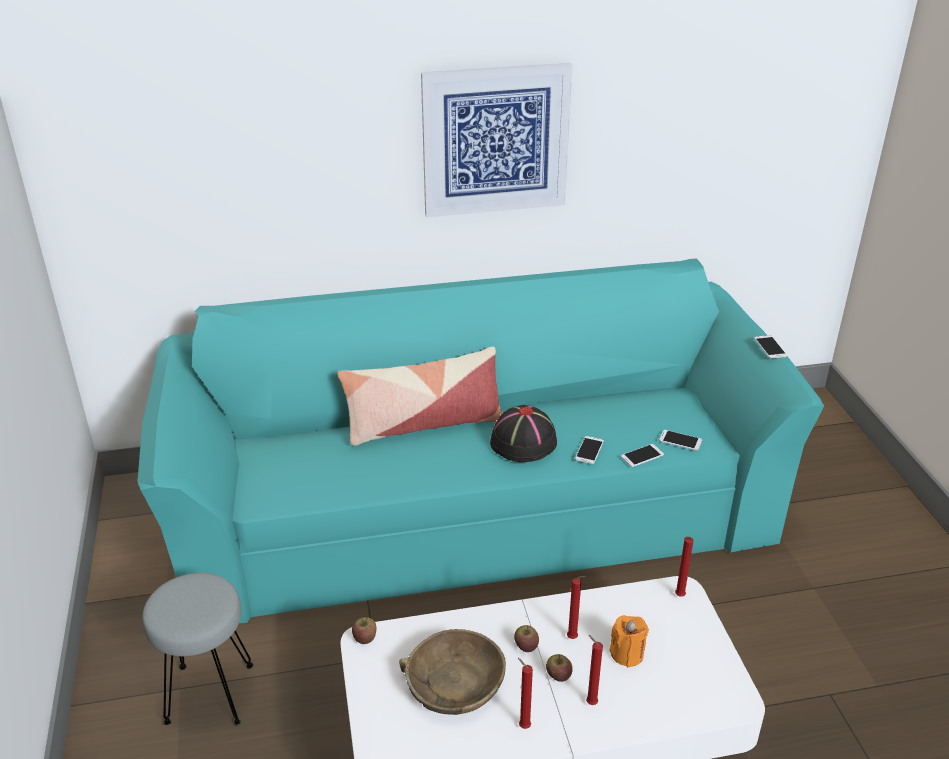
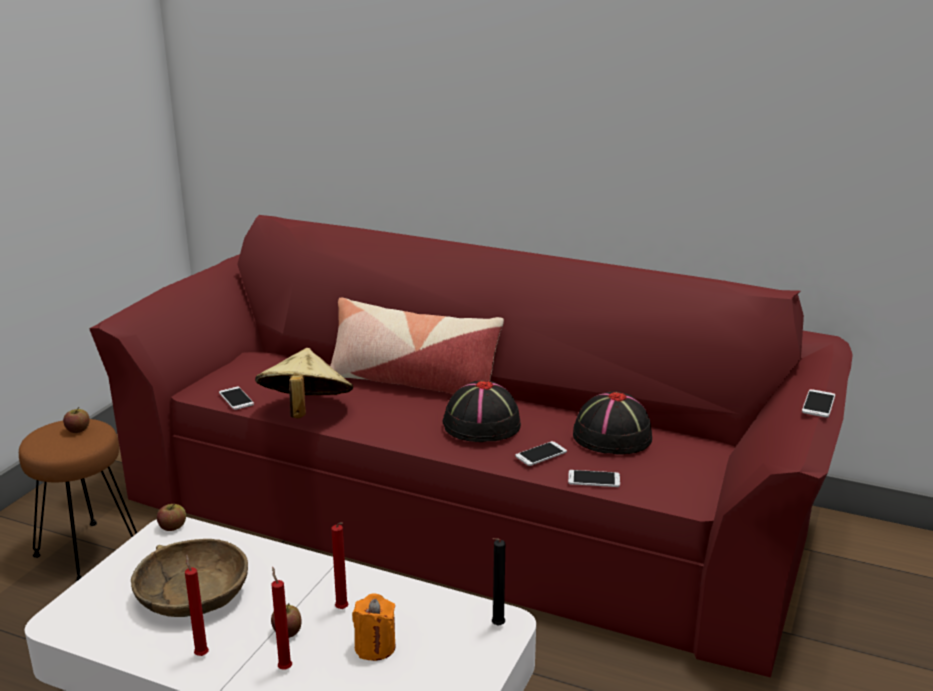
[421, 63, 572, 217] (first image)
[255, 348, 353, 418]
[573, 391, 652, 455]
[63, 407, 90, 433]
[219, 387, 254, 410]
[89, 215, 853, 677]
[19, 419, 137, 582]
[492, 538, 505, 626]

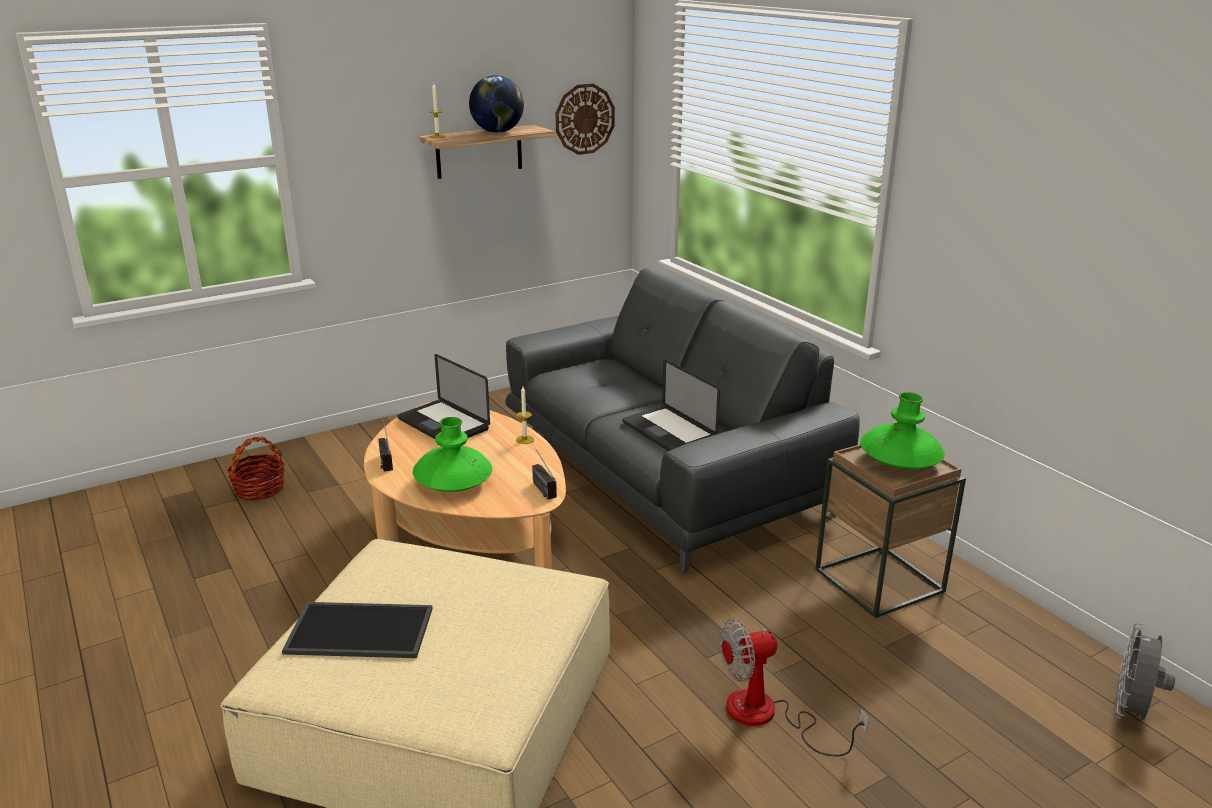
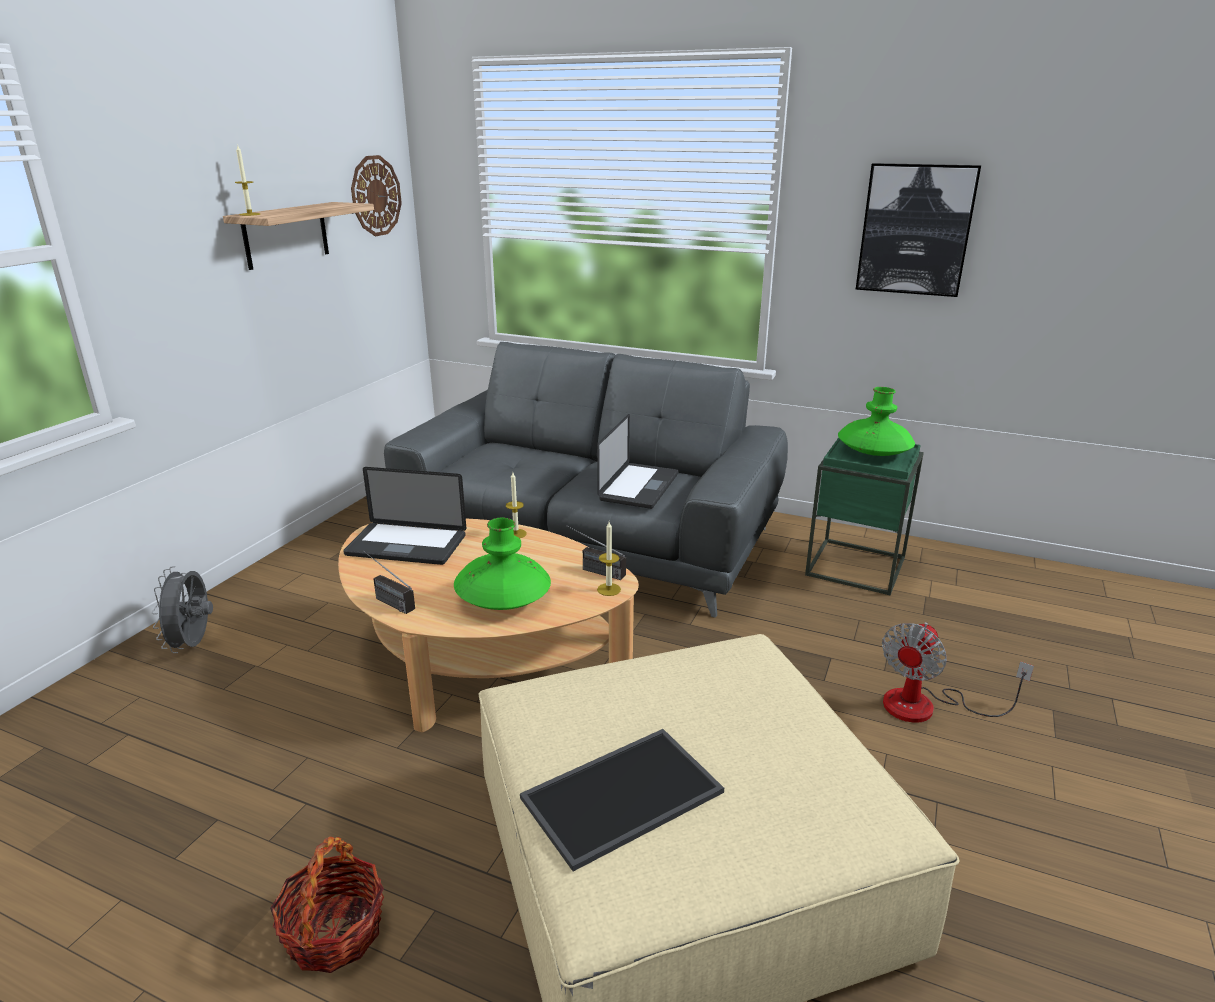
[469, 75, 524, 133] (first image)
[597, 522, 621, 596]
[856, 163, 981, 297]
[270, 837, 384, 973]
[152, 566, 213, 653]
[805, 437, 924, 595]
[597, 414, 678, 509]

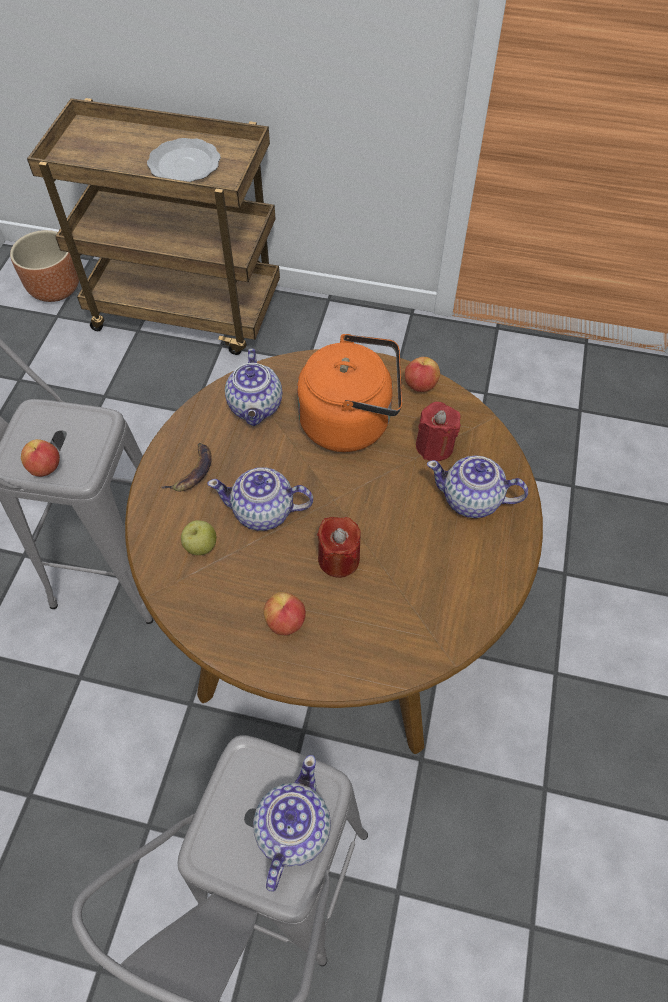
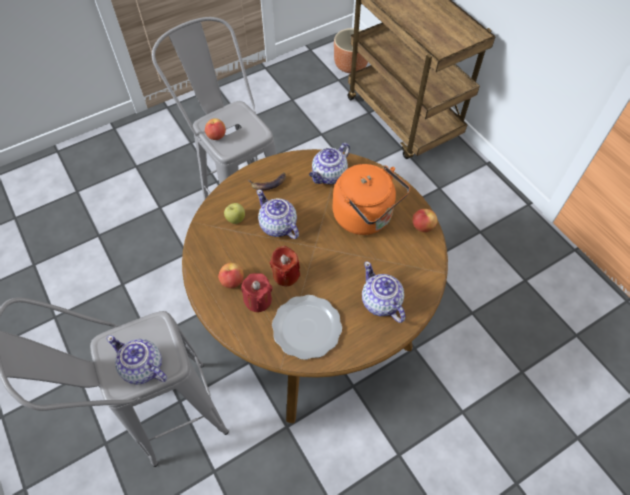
[272, 295, 342, 360]
[241, 273, 272, 312]
[107, 336, 167, 385]

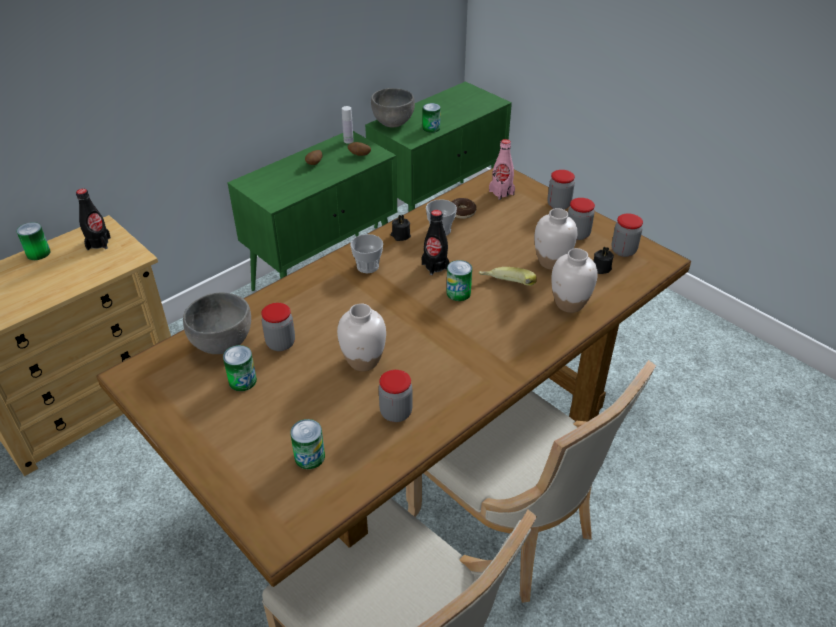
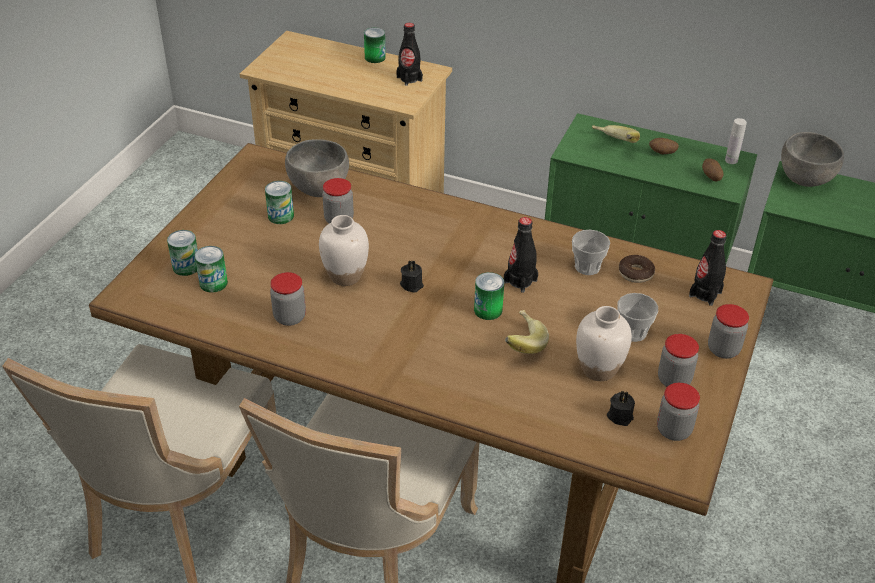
[551, 248, 598, 313] (first image)
[592, 125, 640, 143]
[618, 293, 658, 342]
[400, 260, 424, 293]
[167, 230, 198, 276]
[689, 230, 727, 306]

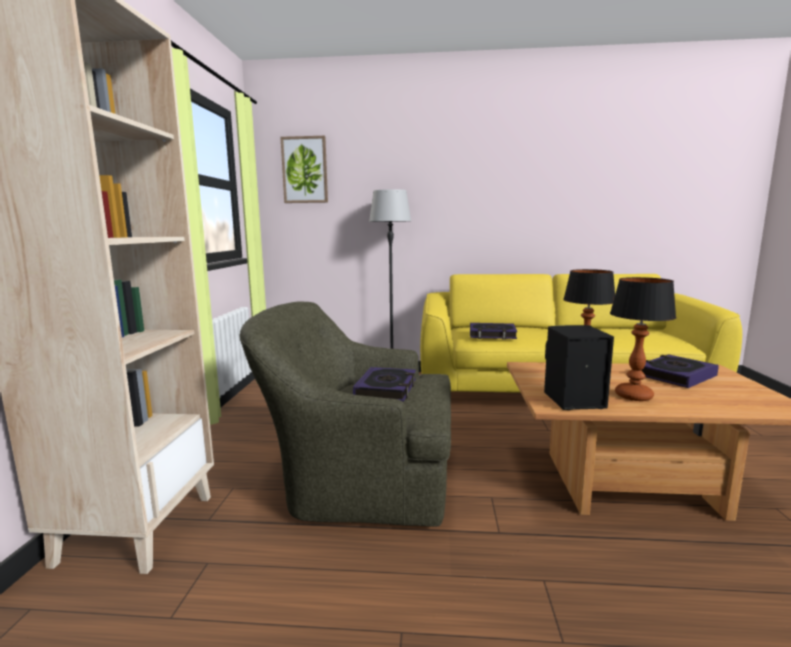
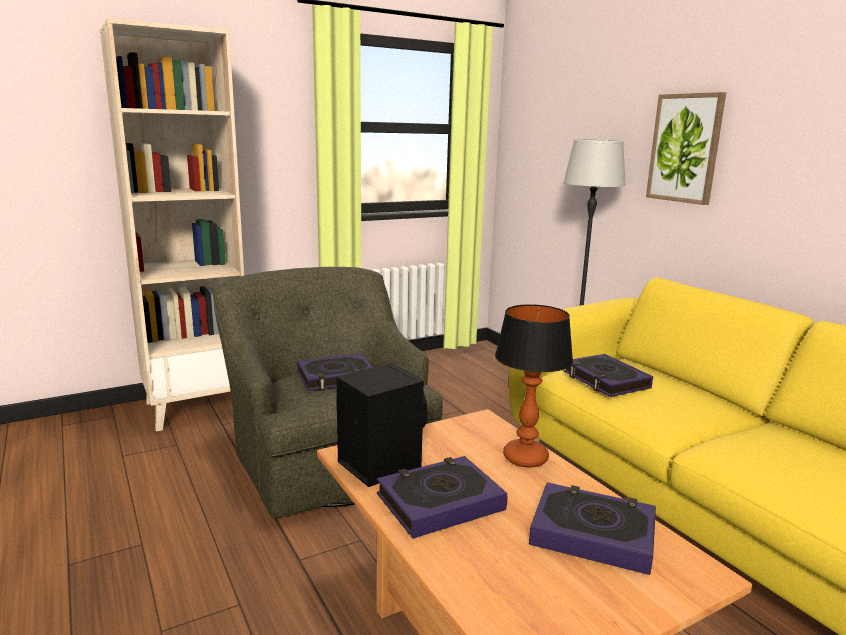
[646, 92, 726, 205]
[377, 456, 508, 538]

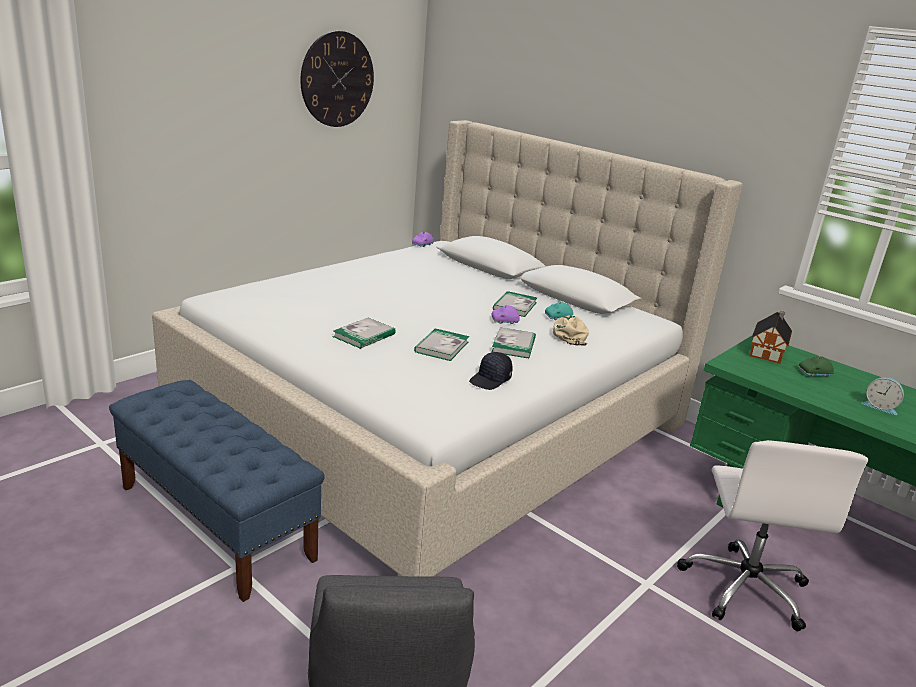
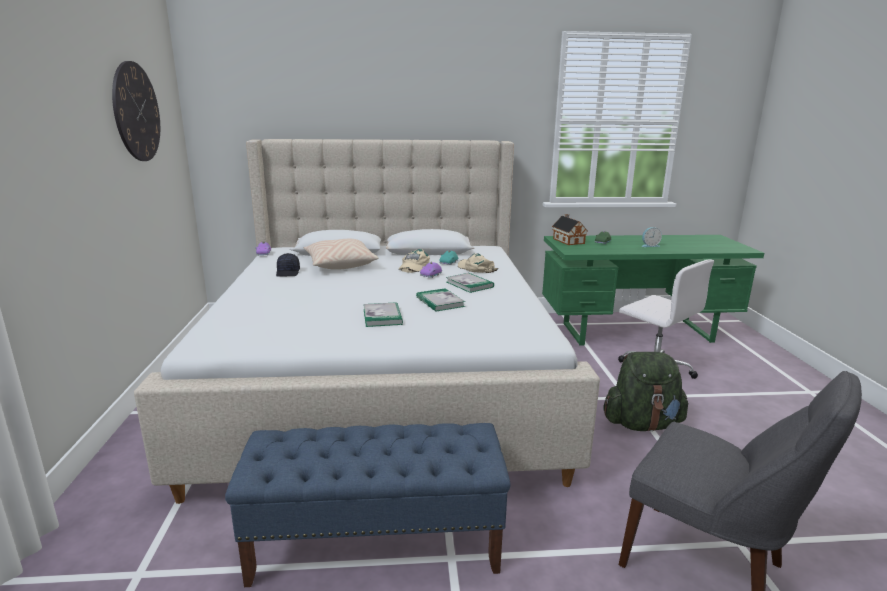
[304, 239, 378, 270]
[603, 352, 689, 431]
[276, 253, 300, 277]
[399, 249, 430, 273]

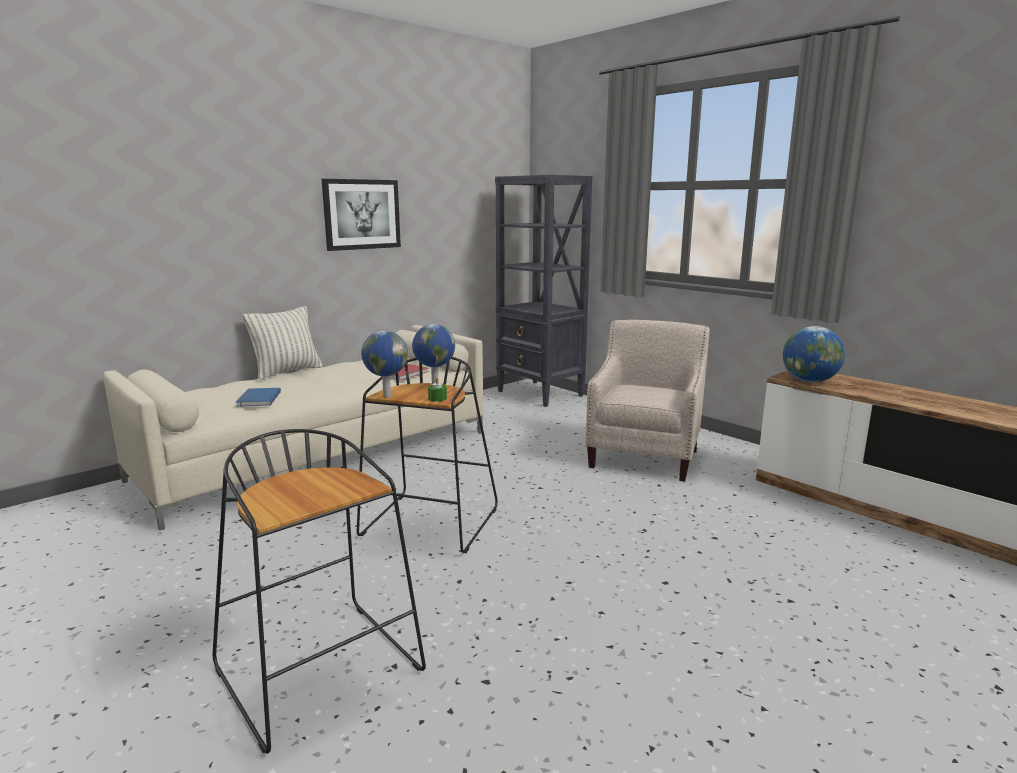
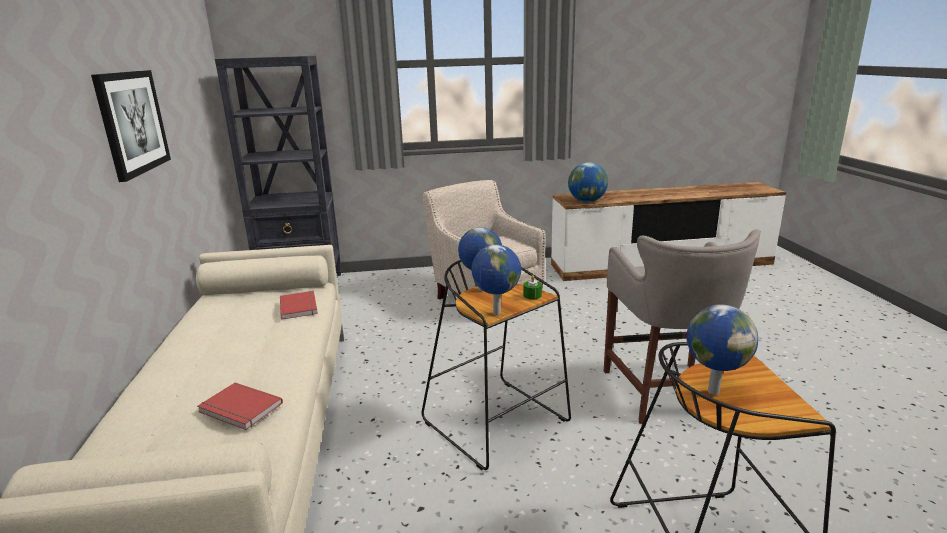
[243, 306, 322, 380] (first image)
[604, 229, 761, 424]
[686, 304, 758, 395]
[197, 383, 283, 430]

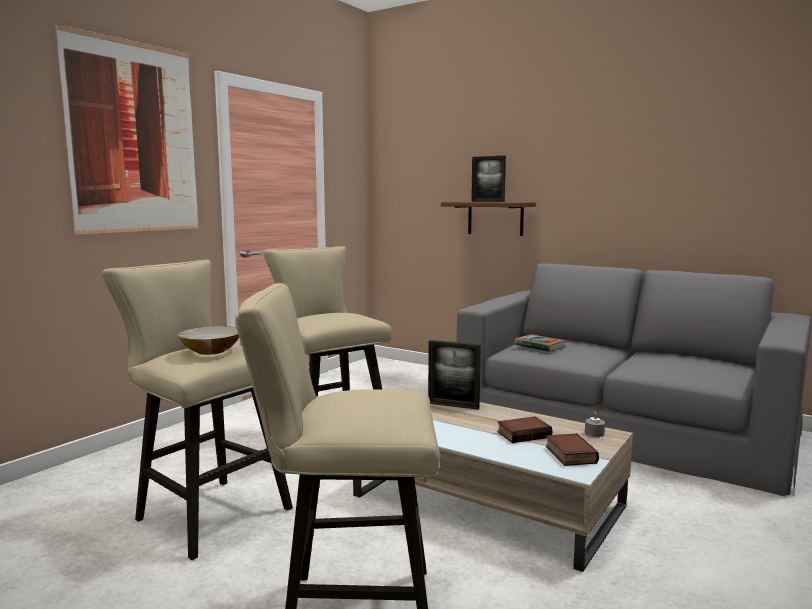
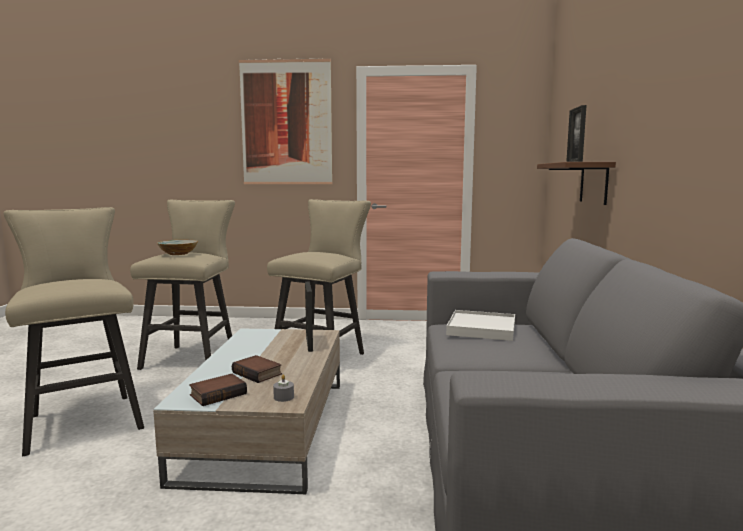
[446, 310, 515, 341]

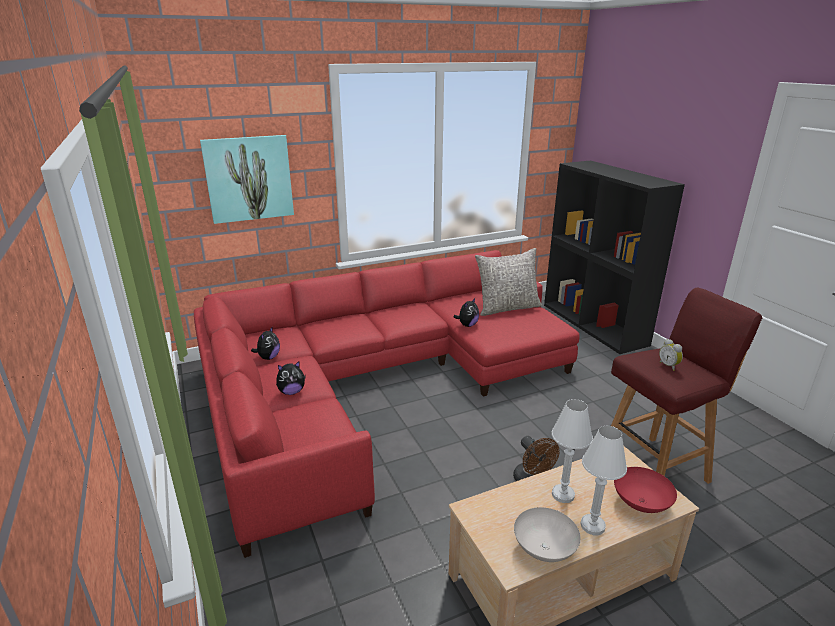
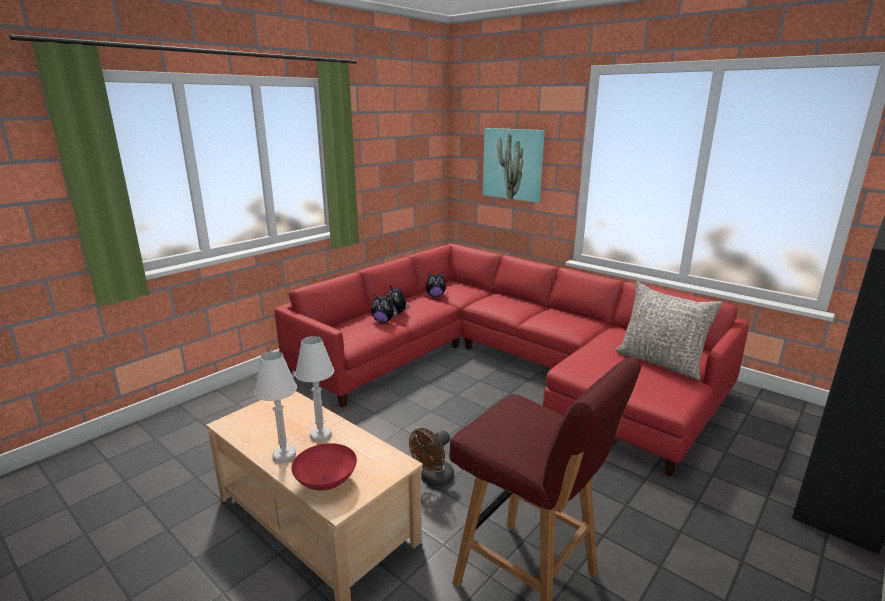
[514, 507, 581, 562] (first image)
[659, 339, 683, 371] (first image)
[371, 294, 398, 323]

